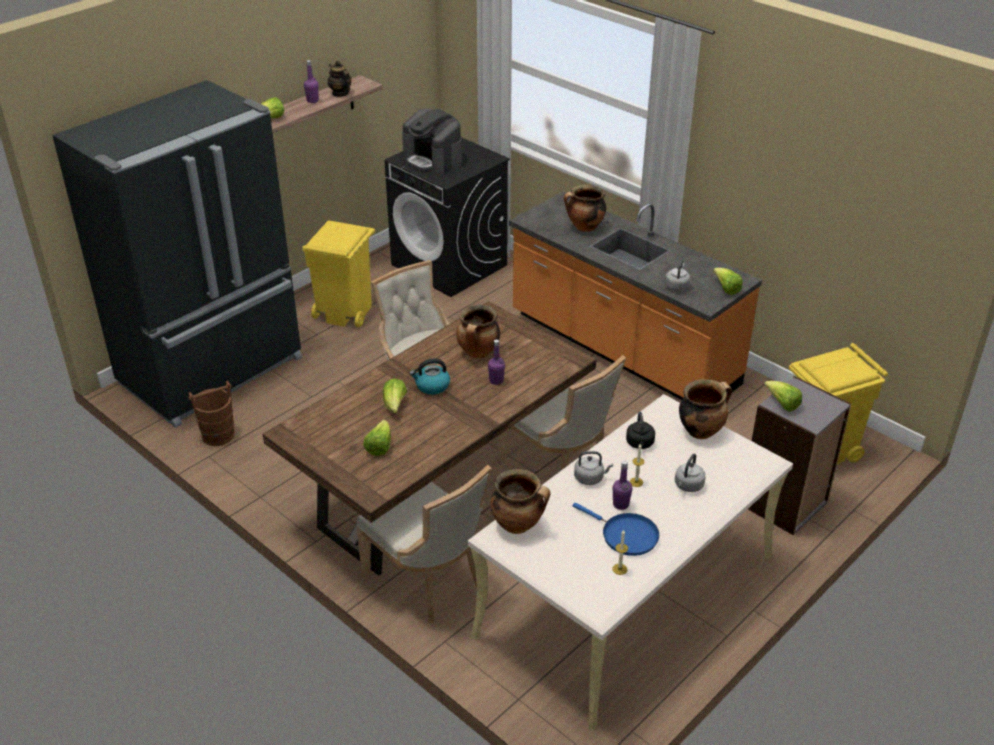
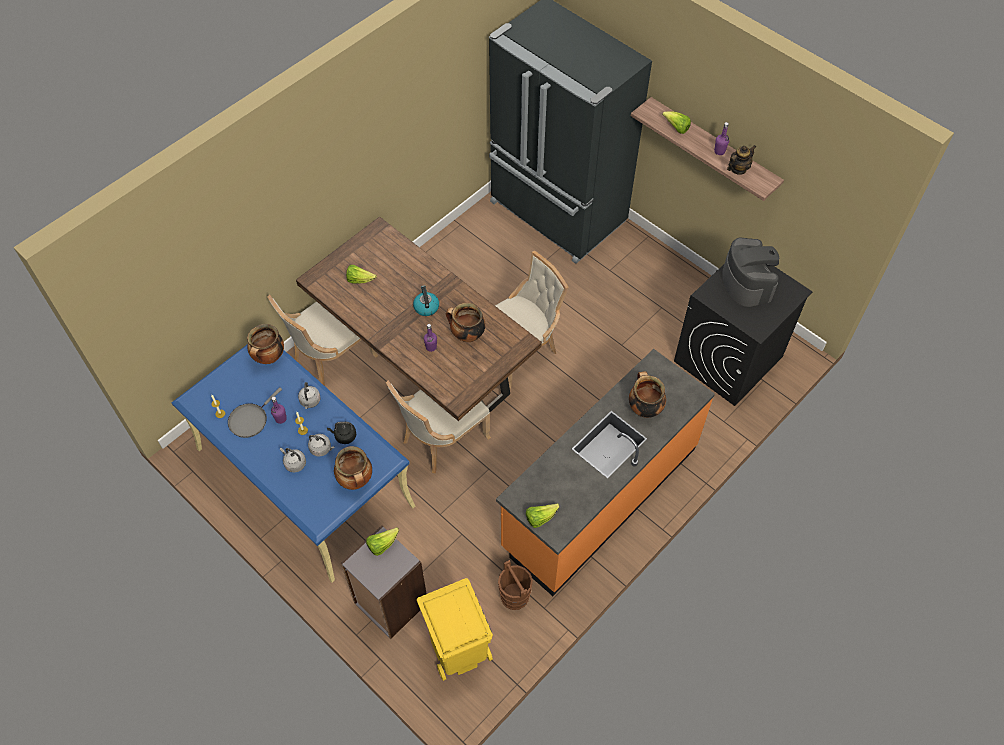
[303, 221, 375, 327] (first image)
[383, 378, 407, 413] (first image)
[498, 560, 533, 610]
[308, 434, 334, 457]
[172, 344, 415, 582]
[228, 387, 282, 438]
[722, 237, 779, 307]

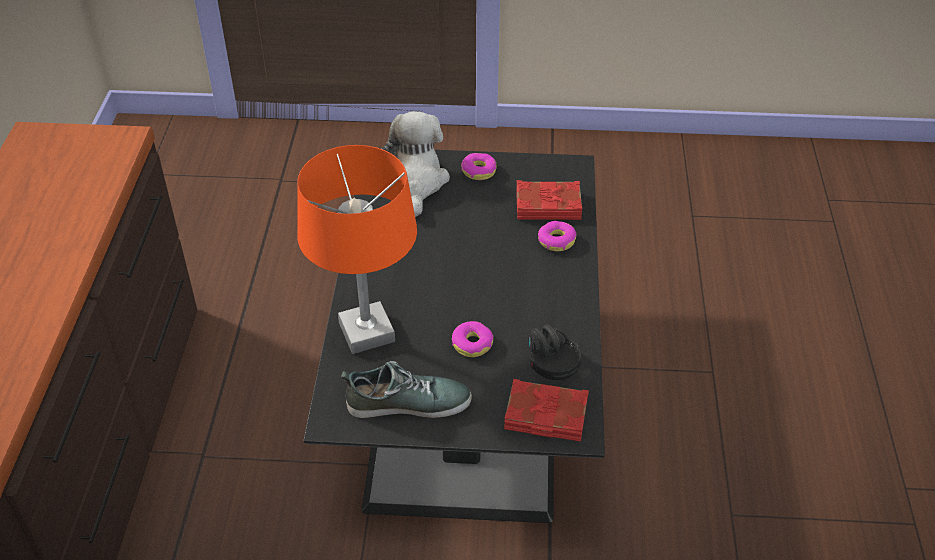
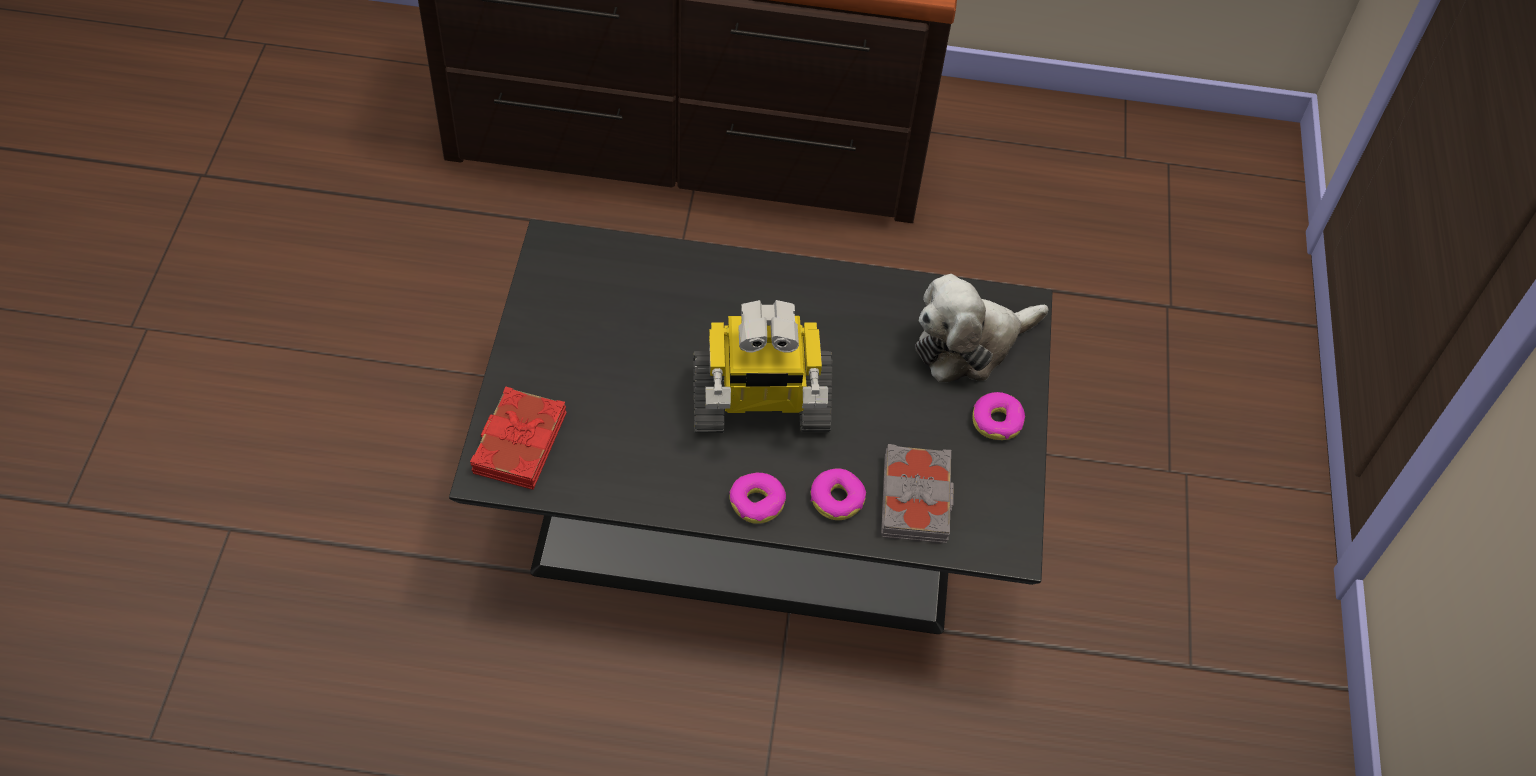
[297, 145, 417, 354] (first image)
[341, 361, 472, 418] (first image)
[528, 316, 582, 380] (first image)
[693, 300, 832, 433]
[729, 473, 786, 524]
[881, 444, 954, 543]
[915, 274, 1049, 382]

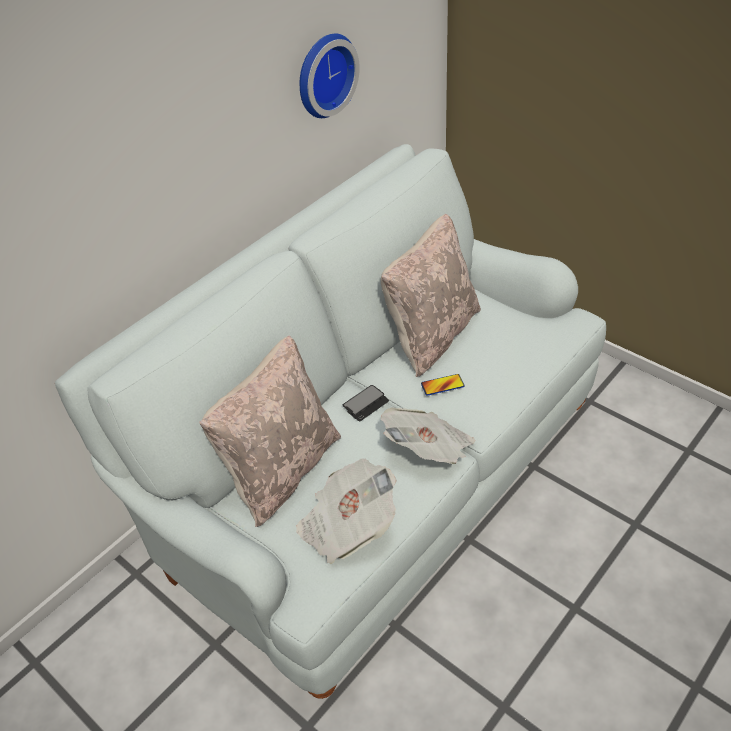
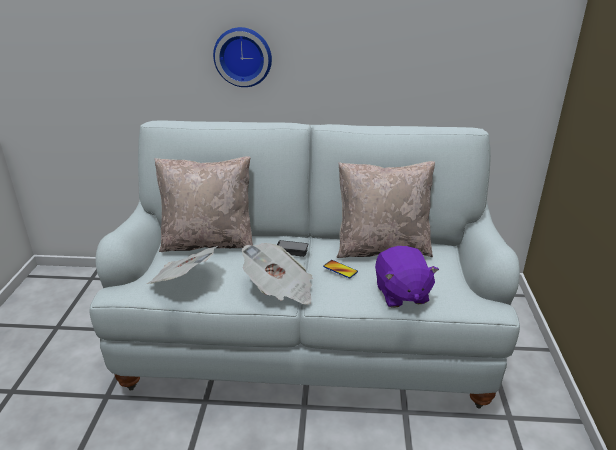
[375, 246, 439, 308]
[213, 27, 272, 87]

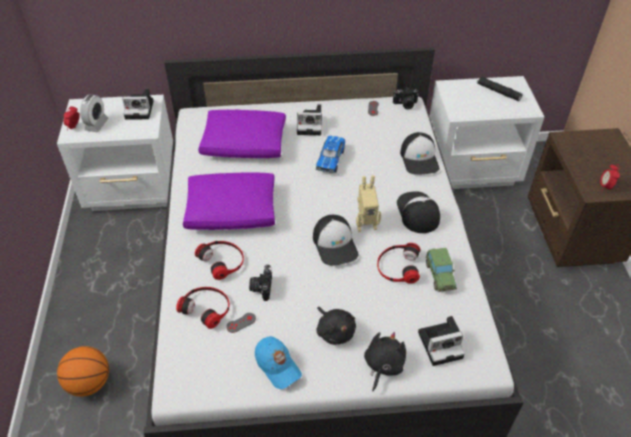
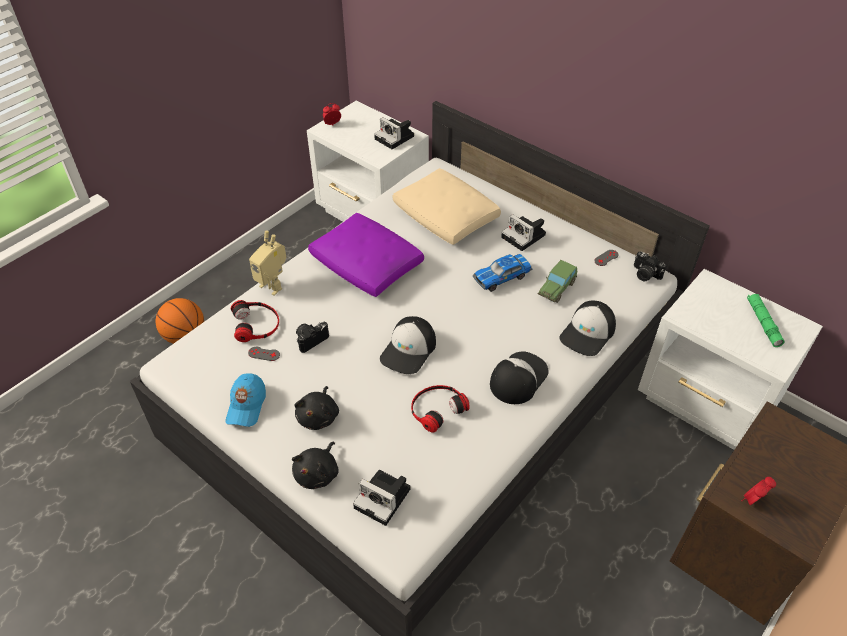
[80, 95, 108, 132] (first image)
[195, 241, 244, 280] (first image)
[249, 231, 287, 296]
[538, 260, 577, 303]
[393, 168, 501, 245]
[747, 294, 785, 347]
[292, 442, 339, 489]

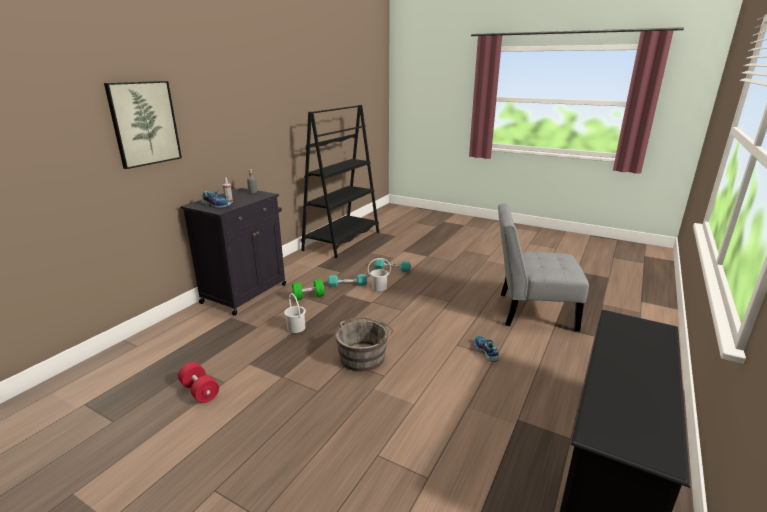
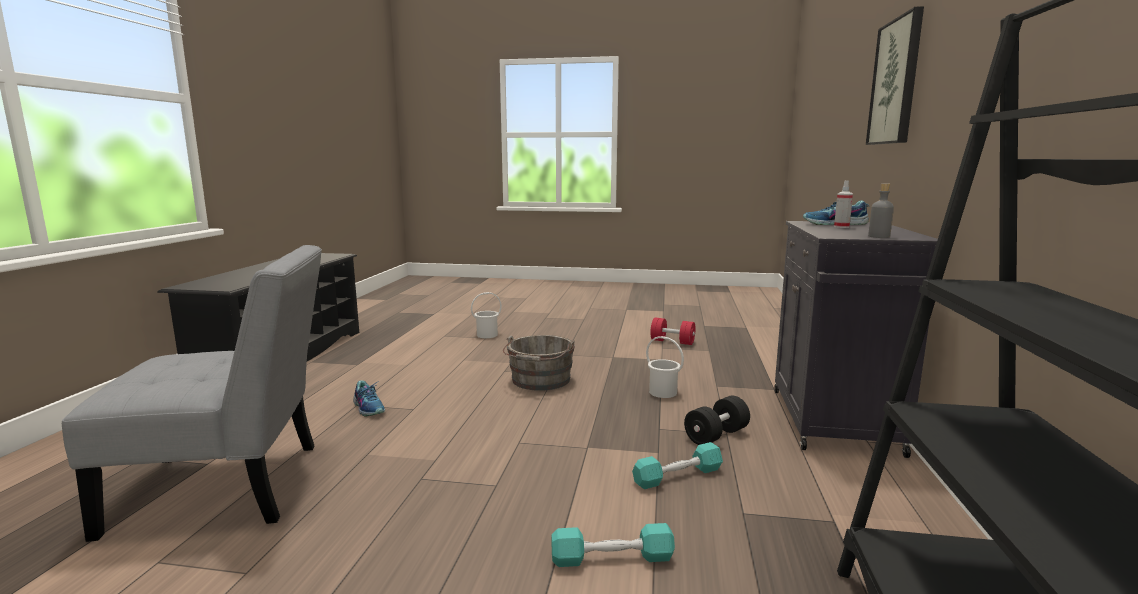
[471, 292, 502, 338]
[684, 395, 750, 445]

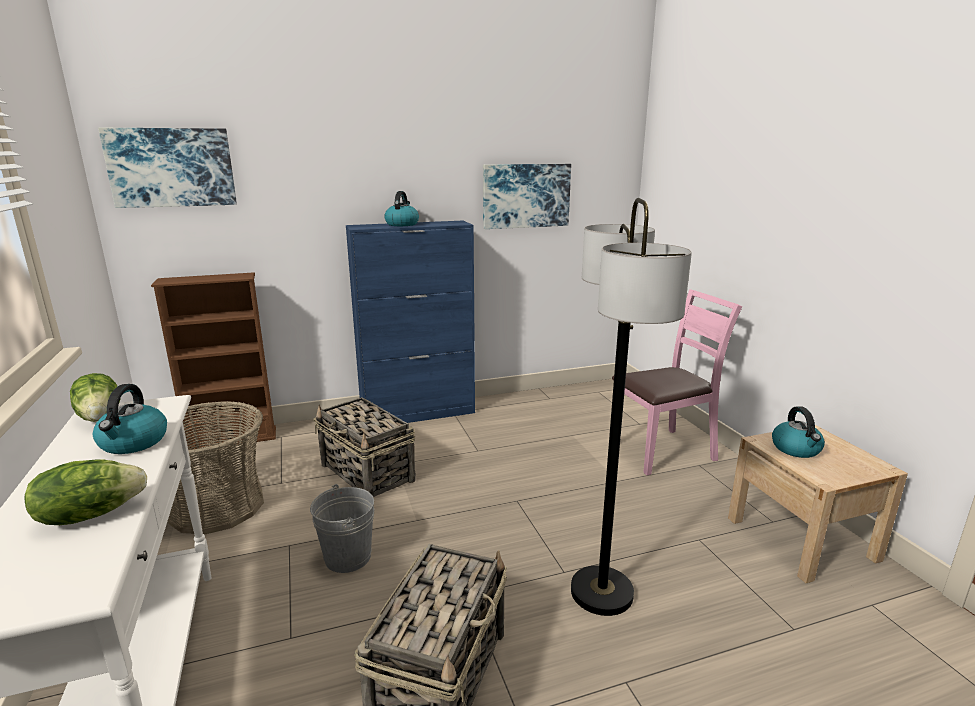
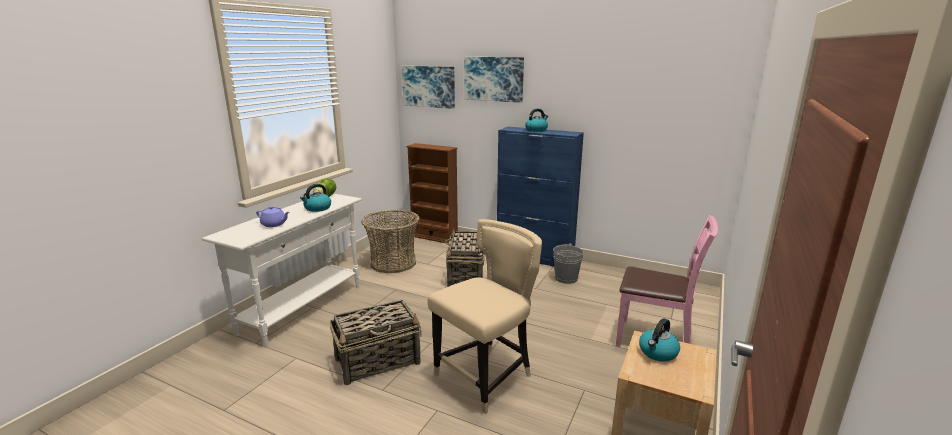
[553, 243, 583, 284]
[464, 57, 524, 103]
[256, 206, 290, 227]
[427, 219, 542, 414]

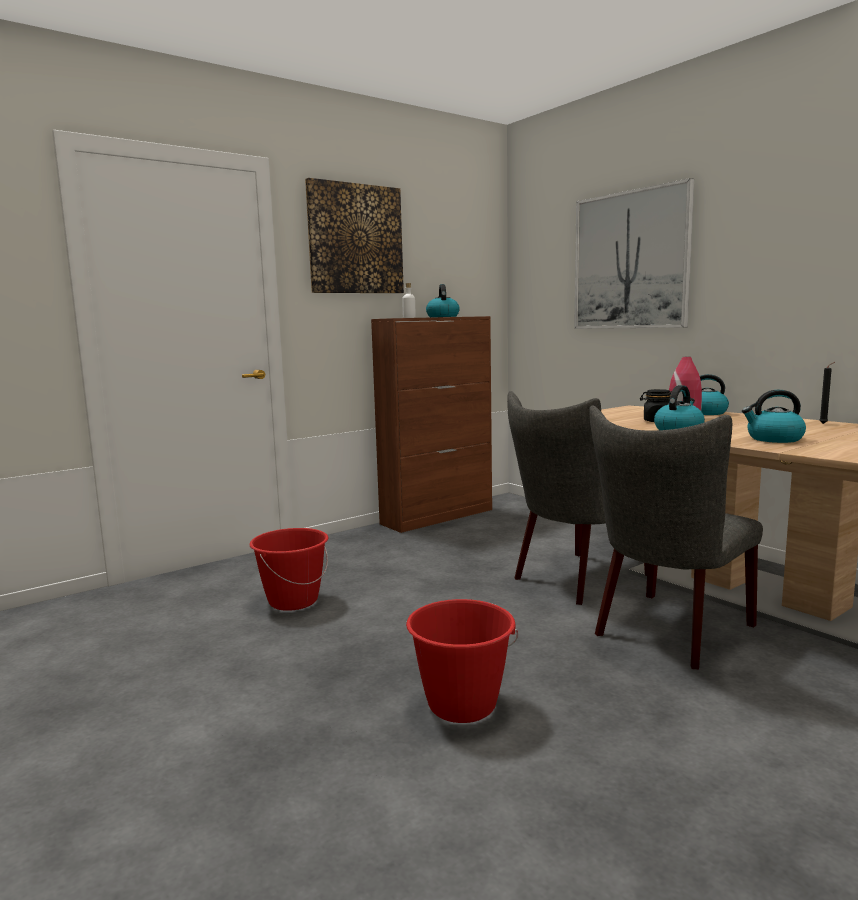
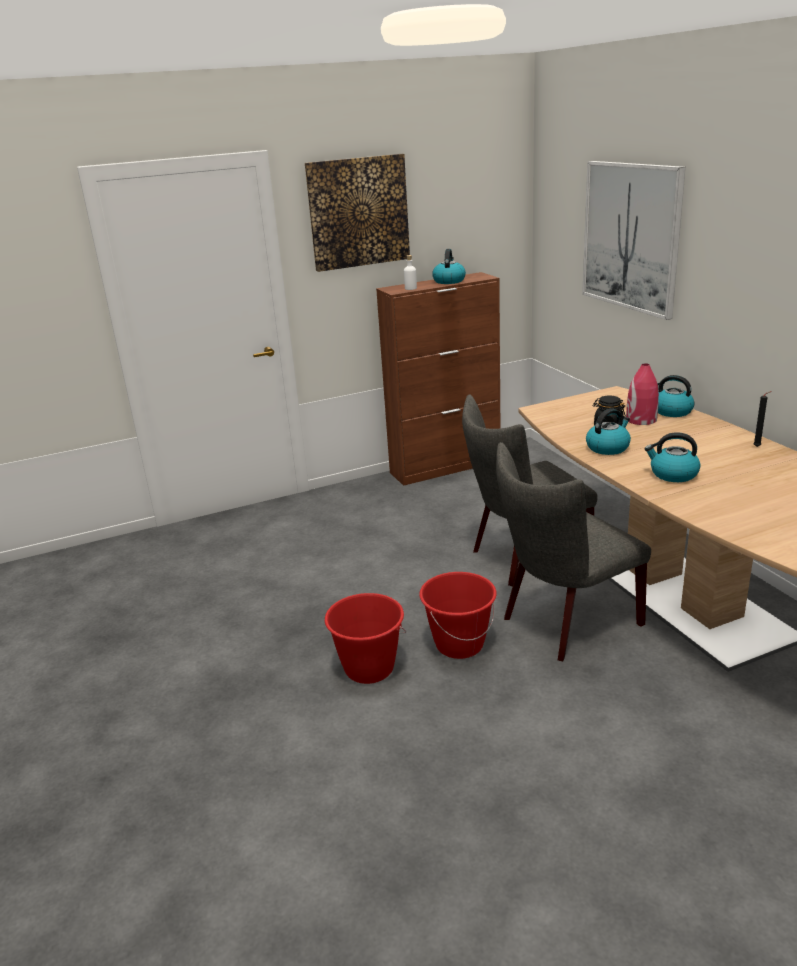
[419, 572, 497, 659]

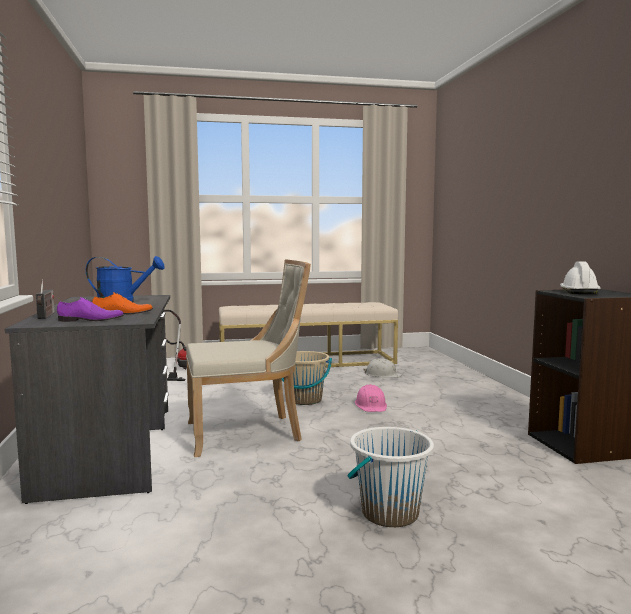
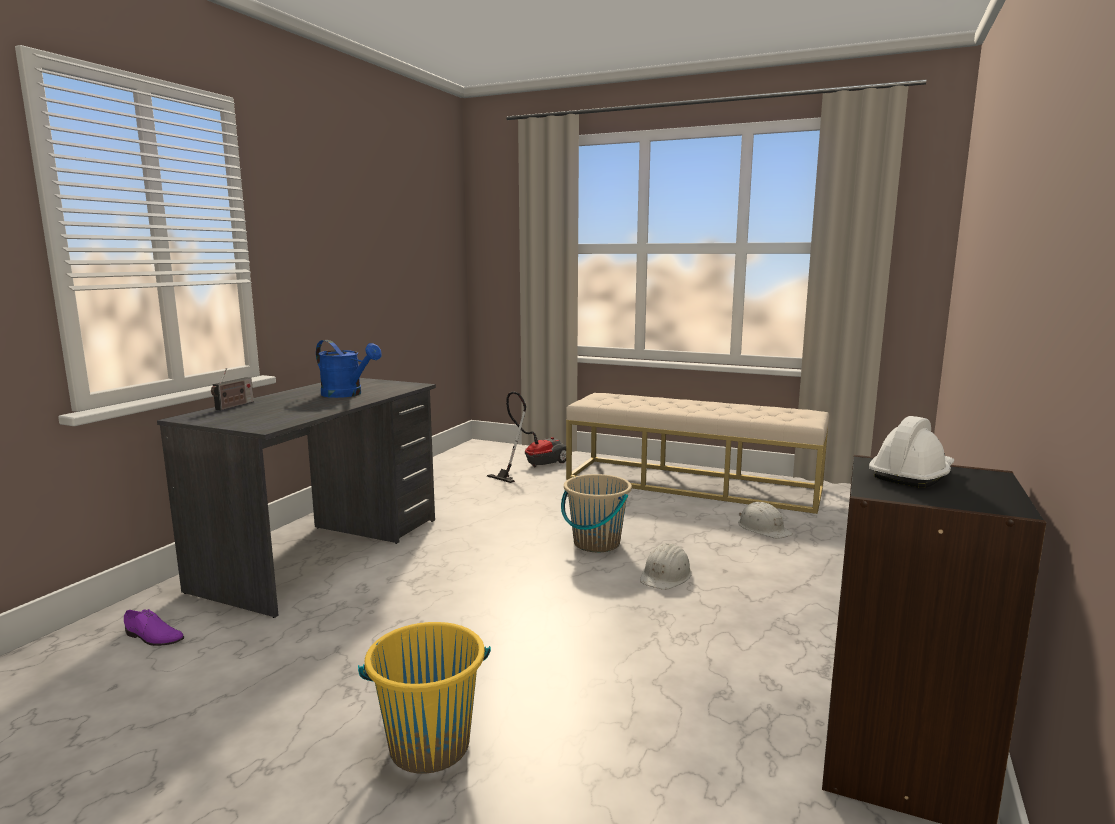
[92, 292, 153, 314] (first image)
[186, 260, 311, 457] (first image)
[124, 609, 184, 646]
[358, 622, 491, 774]
[640, 543, 692, 590]

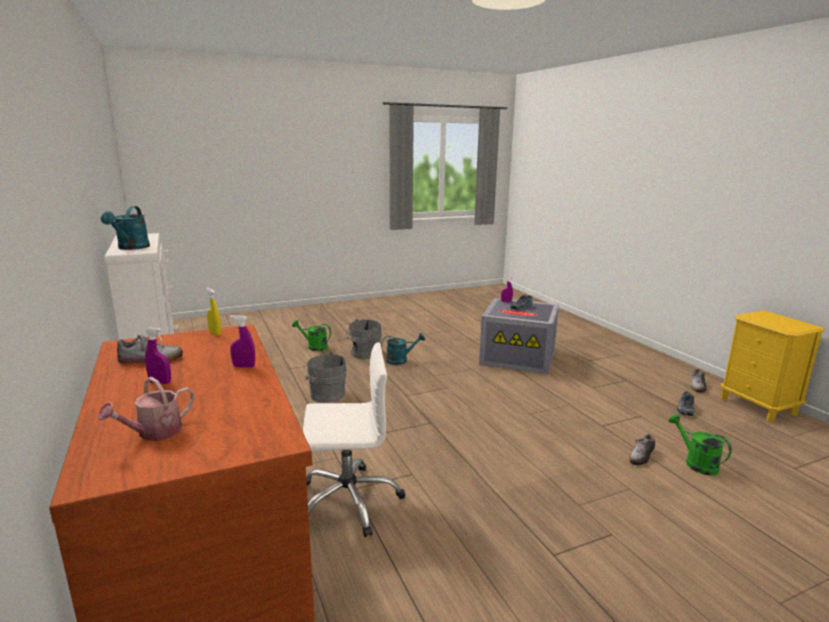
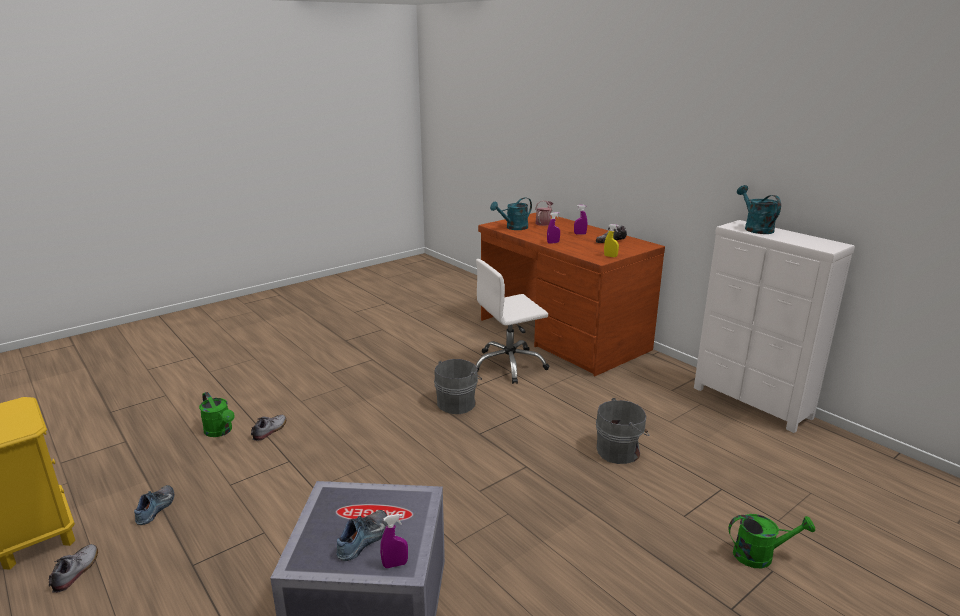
[434, 359, 482, 414]
[490, 197, 532, 230]

